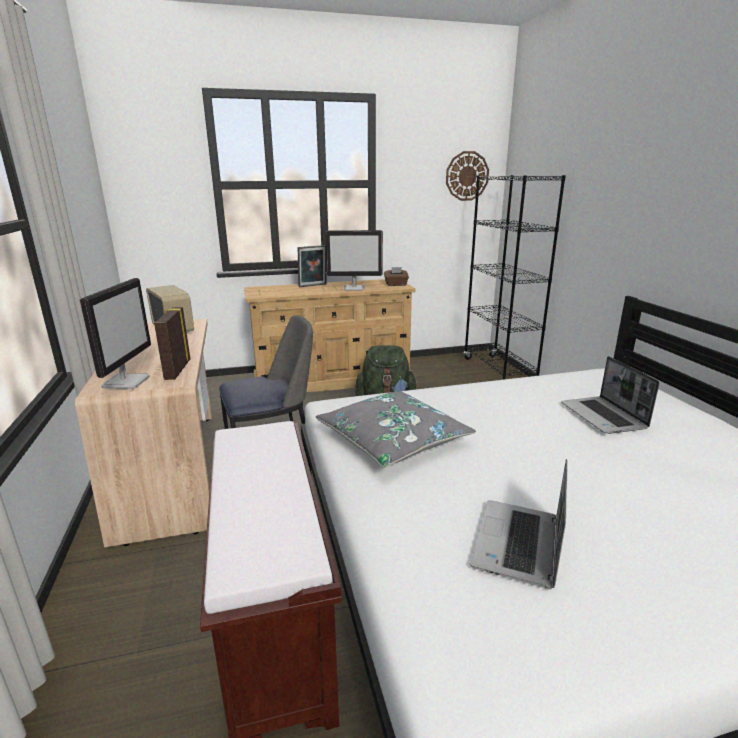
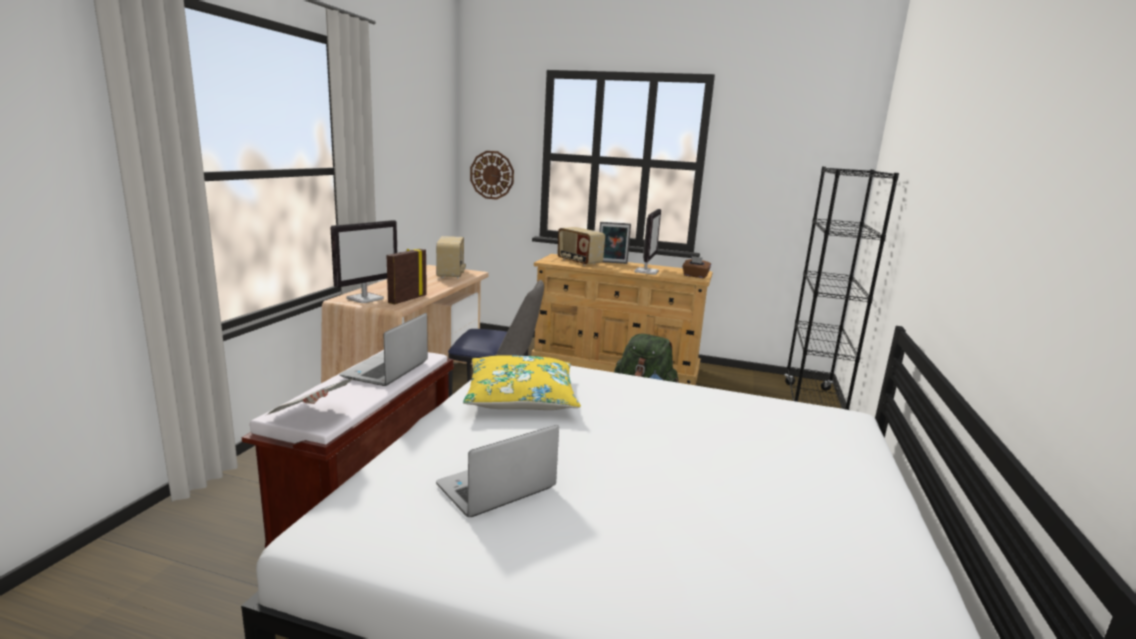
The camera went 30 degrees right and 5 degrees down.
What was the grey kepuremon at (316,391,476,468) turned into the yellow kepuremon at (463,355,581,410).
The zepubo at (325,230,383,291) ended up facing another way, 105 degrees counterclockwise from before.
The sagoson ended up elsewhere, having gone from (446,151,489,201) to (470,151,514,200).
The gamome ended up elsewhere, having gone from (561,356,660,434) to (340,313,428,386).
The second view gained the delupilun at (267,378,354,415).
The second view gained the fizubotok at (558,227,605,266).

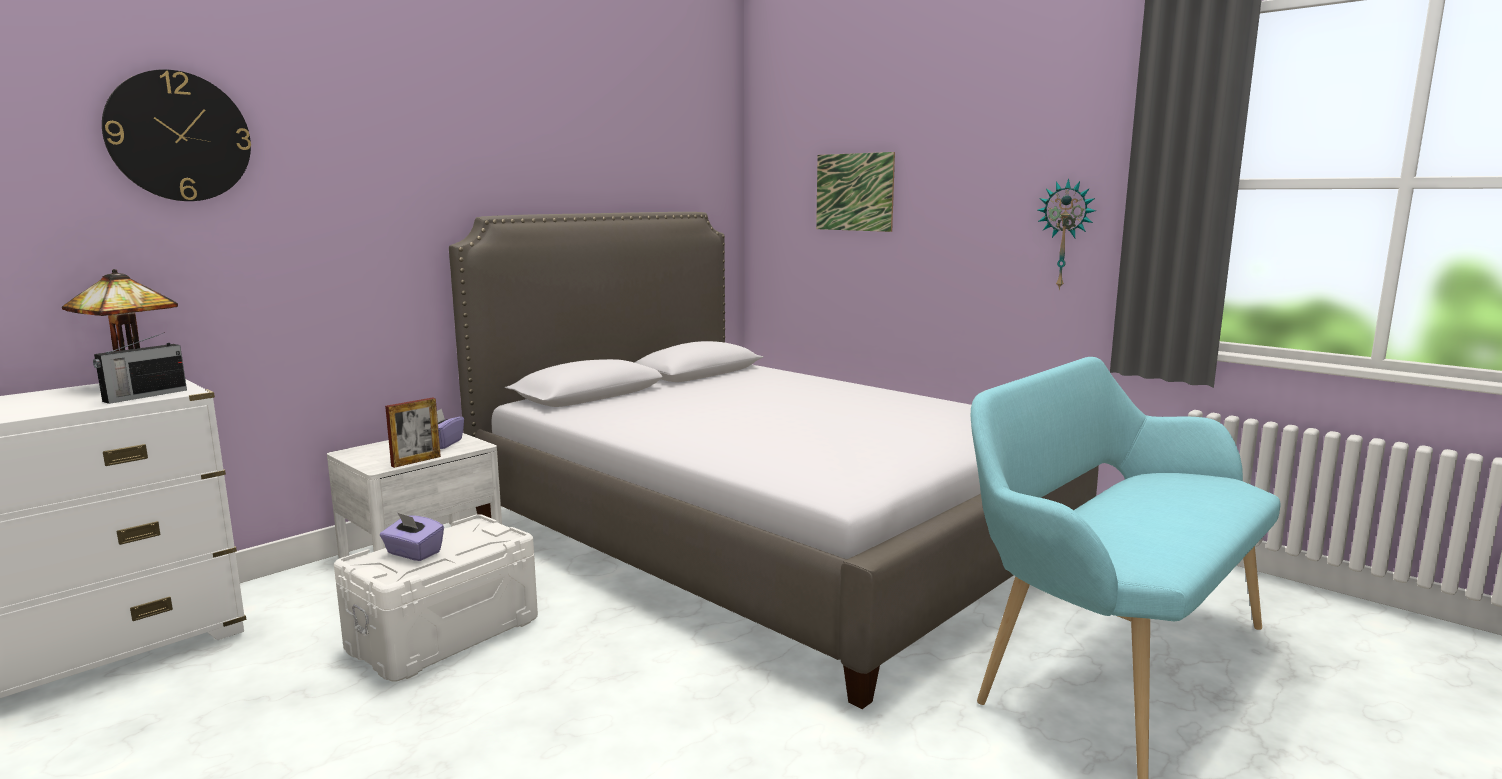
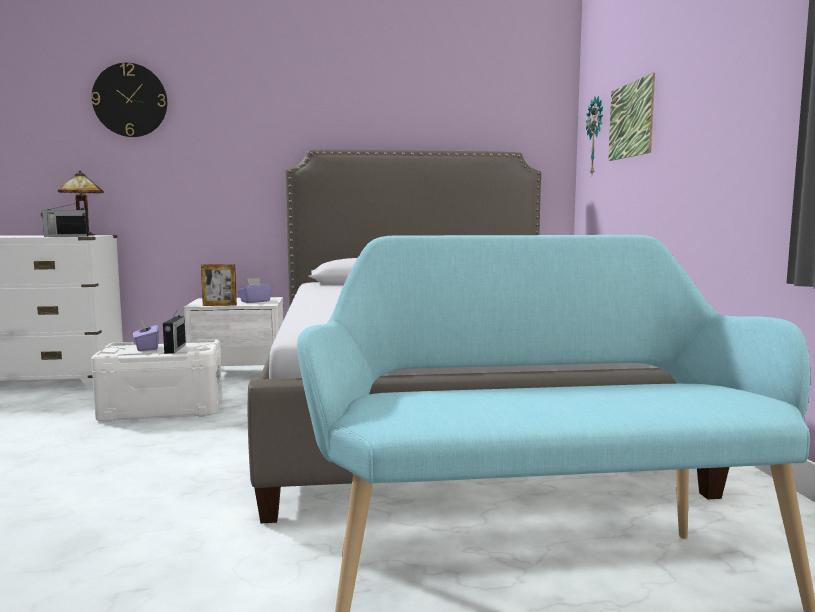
The camera went 40 degrees right and 5 degrees down.
The sagoson ended up elsewhere, having gone from (1038,178,1096,290) to (586,96,603,174).
The second view gained the fizubotok at (163,311,186,354).

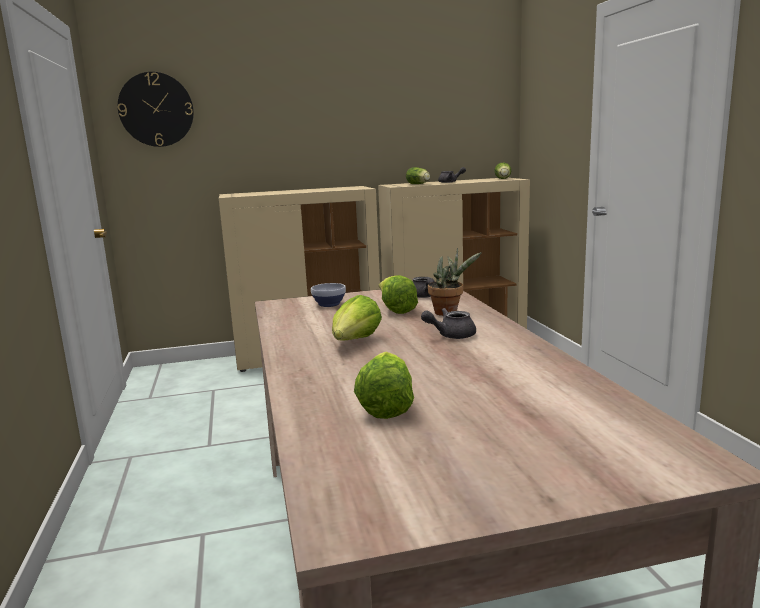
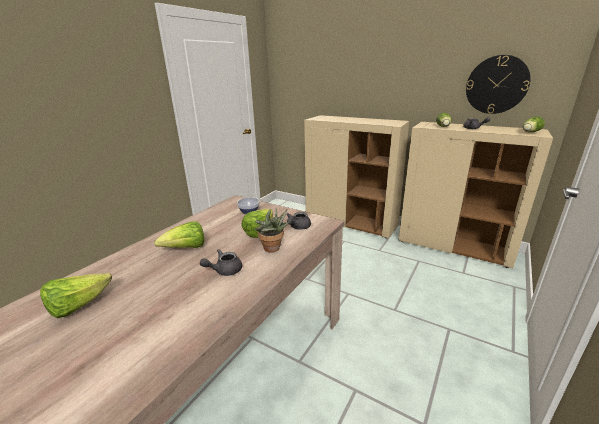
The camera went 45 degrees right and 10 degrees up.
The sagoson ended up elsewhere, having gone from (118,72,194,147) to (466,55,531,114).
The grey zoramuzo at (421,308,476,339) ended up facing another way, 60 degrees counterclockwise from before.

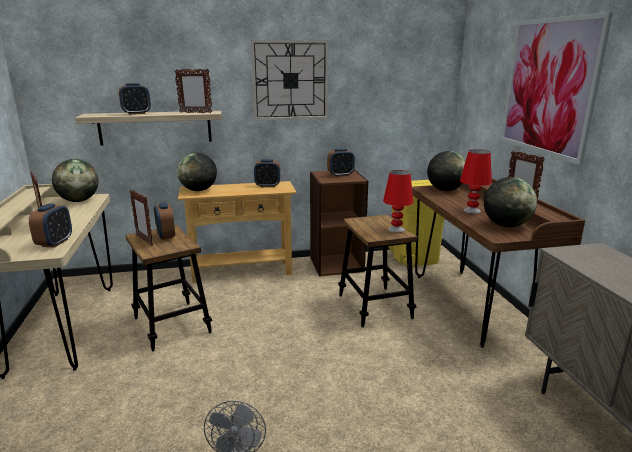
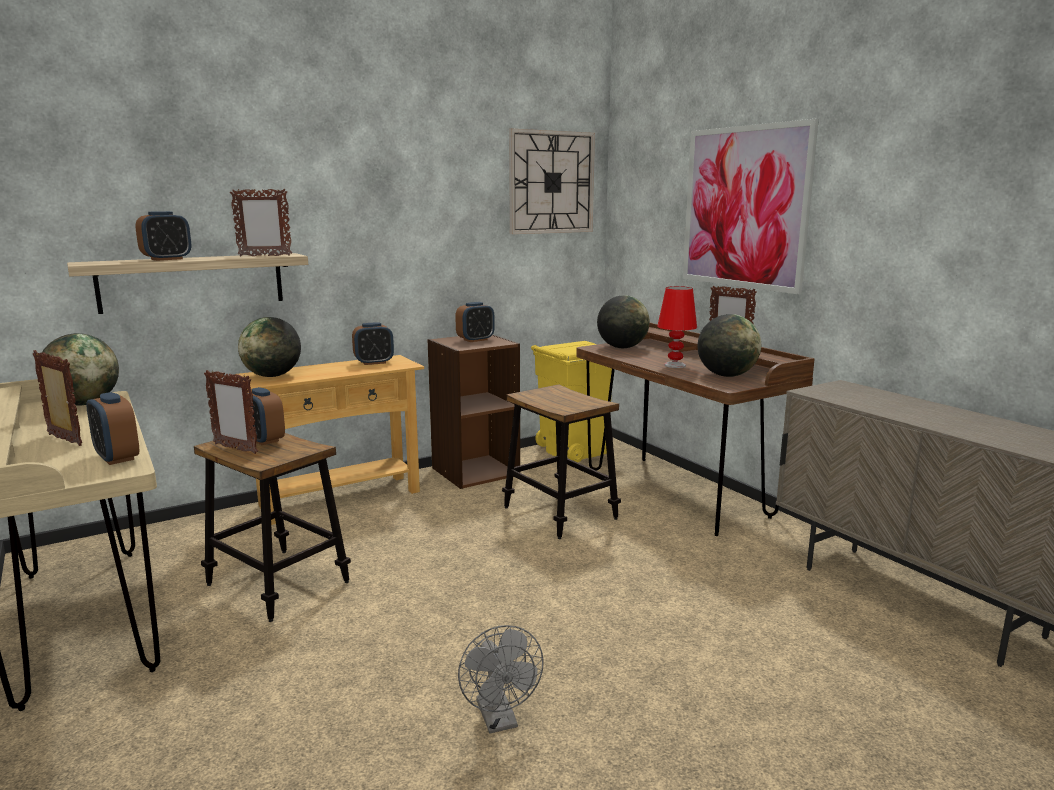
The camera went 20 degrees left and 5 degrees down.
The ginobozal at (29,203,72,248) ended up facing another way, 150 degrees clockwise from before.
The sagoson ended up elsewhere, having gone from (251,40,329,121) to (509,129,595,234).
The second view lost the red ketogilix at (383,170,413,233).

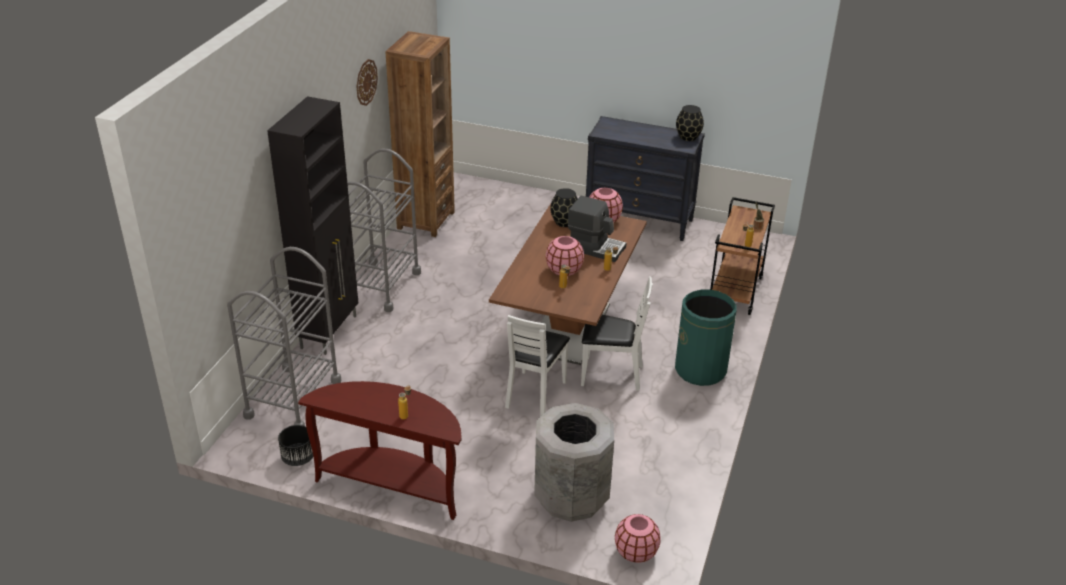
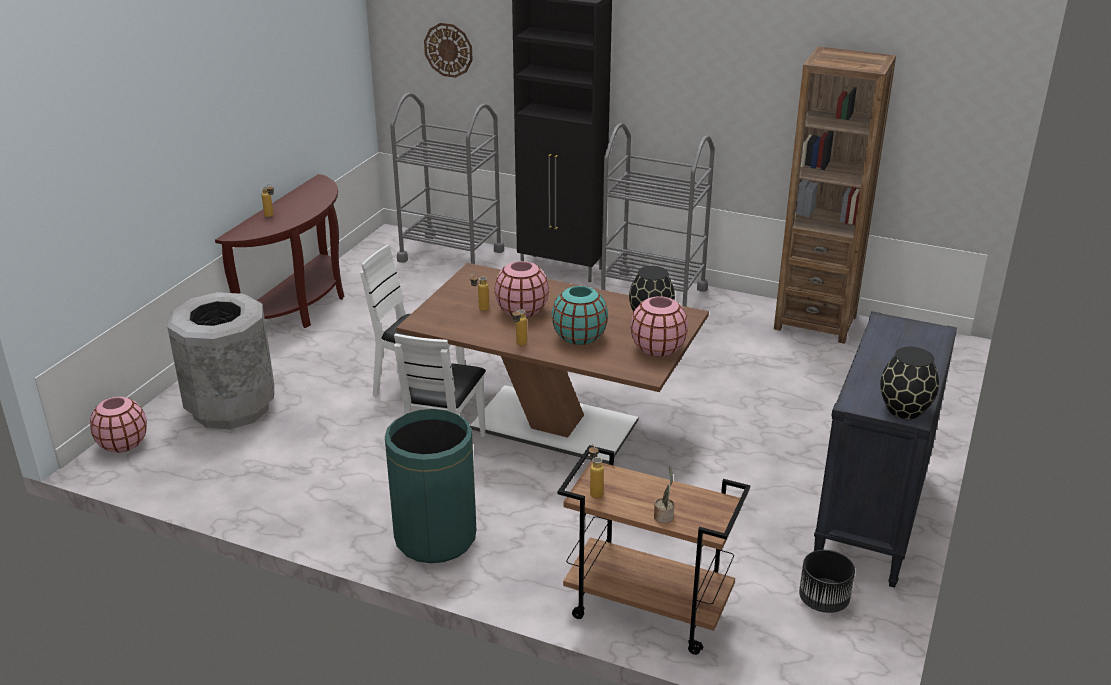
The camera went 95 degrees right and 5 degrees down.
The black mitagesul ended up elsewhere, having gone from (278,425,313,466) to (799,550,855,613).
The sagoson ended up elsewhere, having gone from (356,59,378,106) to (424,23,473,78).
Where the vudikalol stood at (568,196,626,262), the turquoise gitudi came to stand at (552,286,608,345).

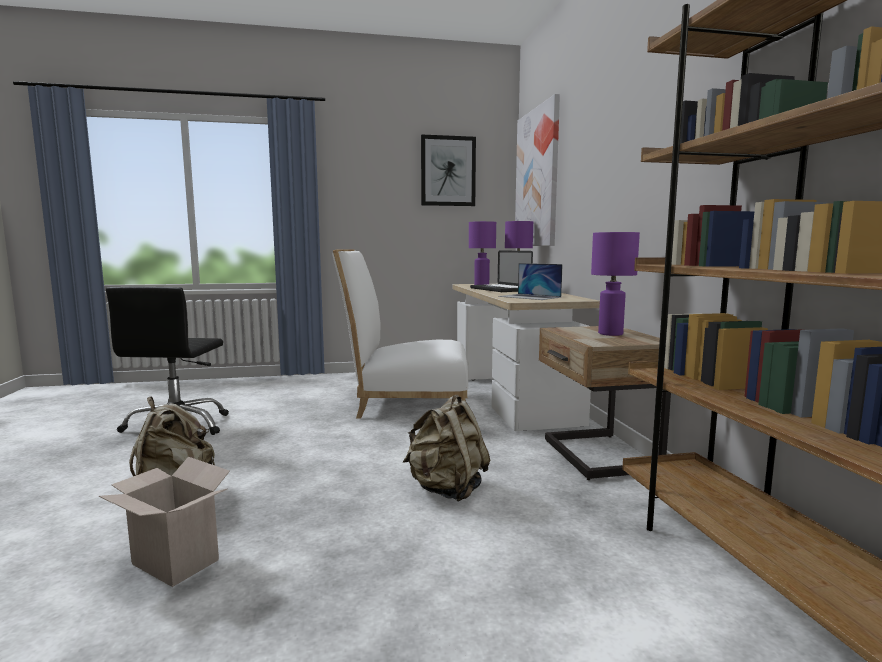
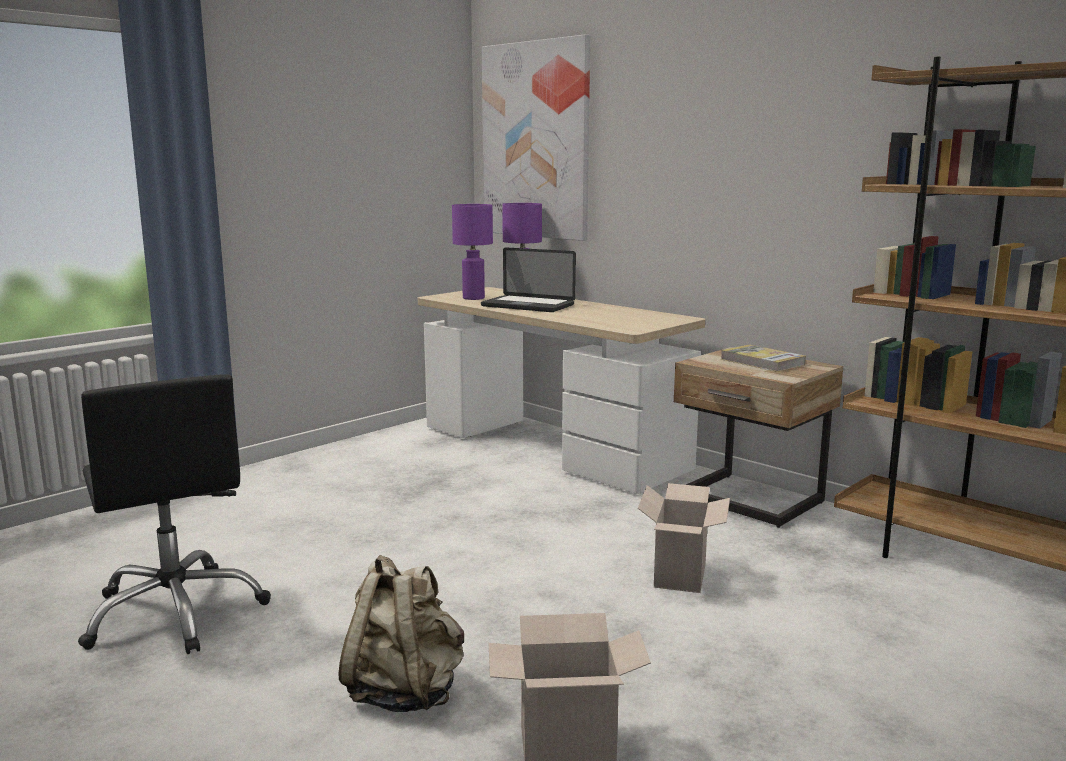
The camera went 35 degrees left and 5 degrees up.
The second view lost the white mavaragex at (332,249,468,419).
Where the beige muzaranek stood at (403,395,490,501), the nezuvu came to stand at (638,483,730,593).
The second view lost the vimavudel at (421,134,476,206).
The second view lost the gamome at (498,263,563,300).
Where the purple ketogilix stood at (591,232,640,336), the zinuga came to stand at (721,345,806,372).

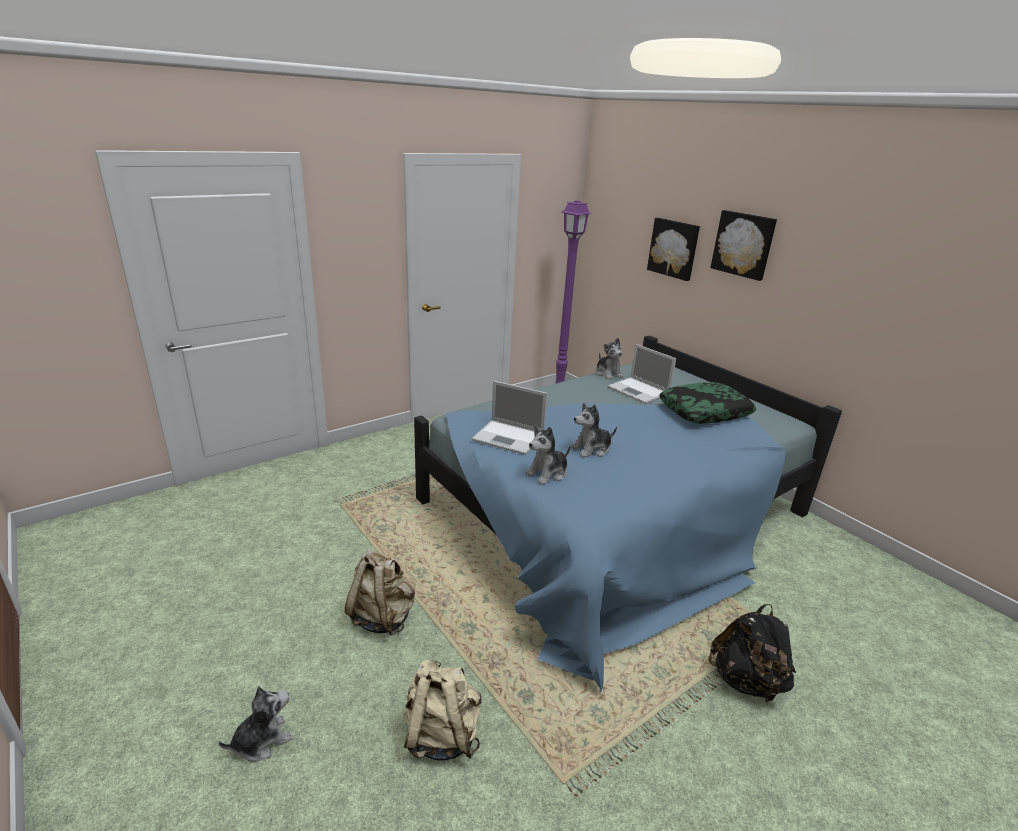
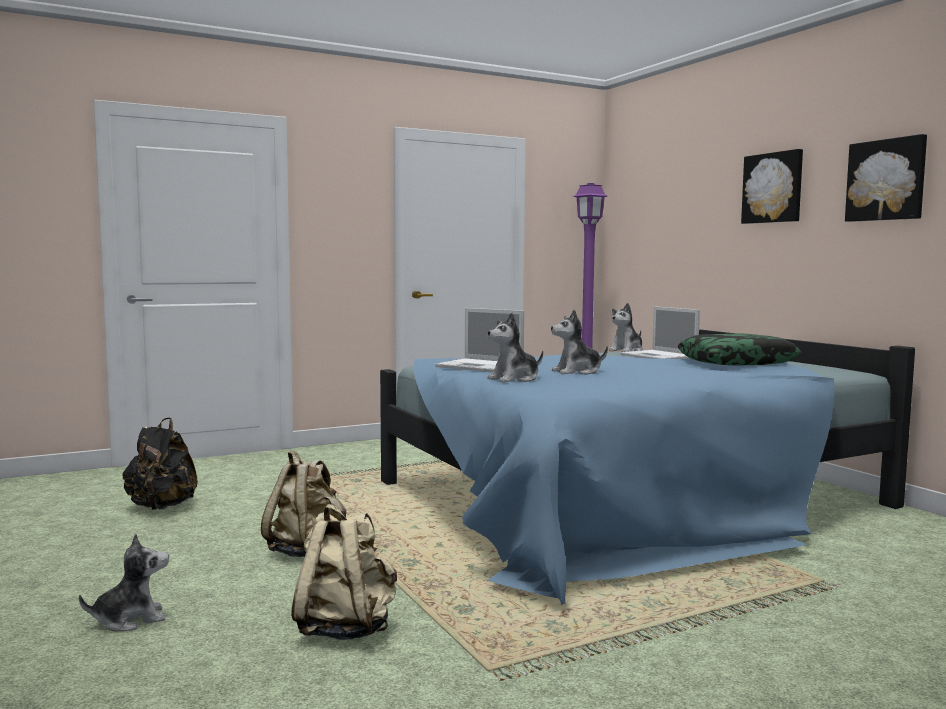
The camera went 10 degrees right and 20 degrees down.
The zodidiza at (596,338,624,380) ended up facing another way, 60 degrees clockwise from before.
The vimavudel ended up elsewhere, having gone from (647,218,700,281) to (845,134,927,222).
The black muzaranek ended up elsewhere, having gone from (708,604,796,704) to (123,418,198,510).

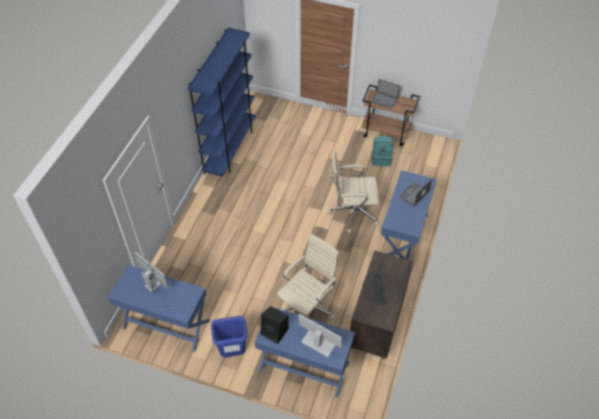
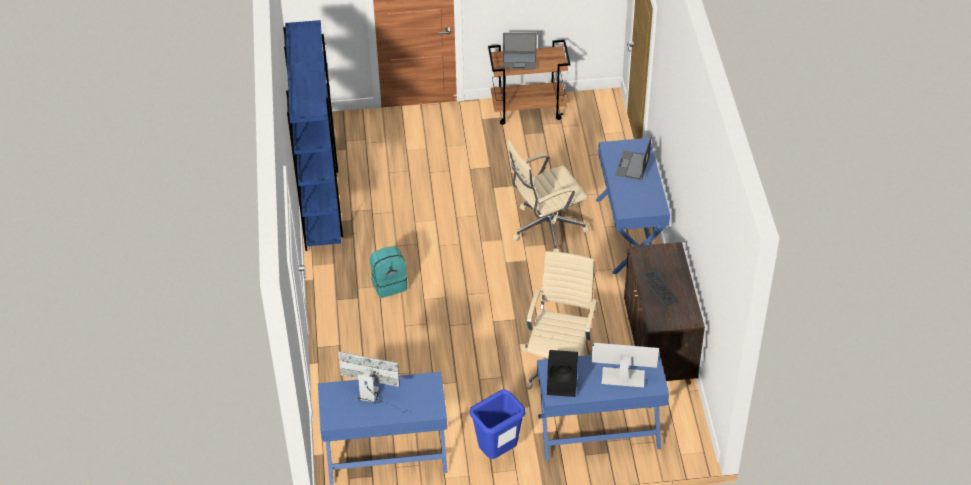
The camera went 25 degrees left and 5 degrees down.
The turquoise muzaranek ended up elsewhere, having gone from (372,136,393,166) to (370,246,407,298).

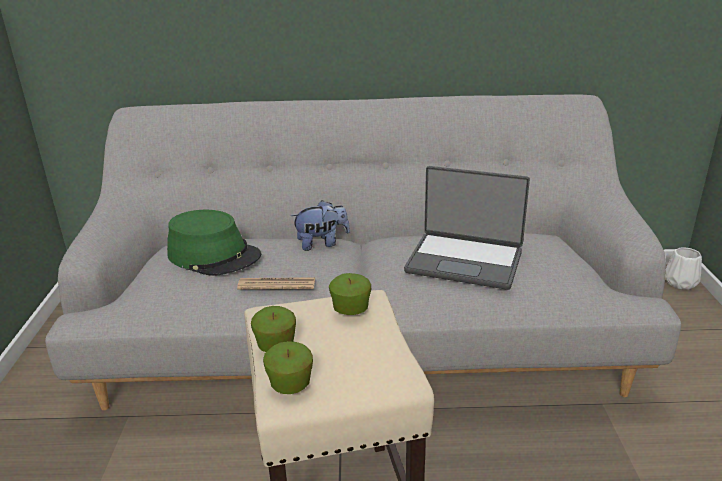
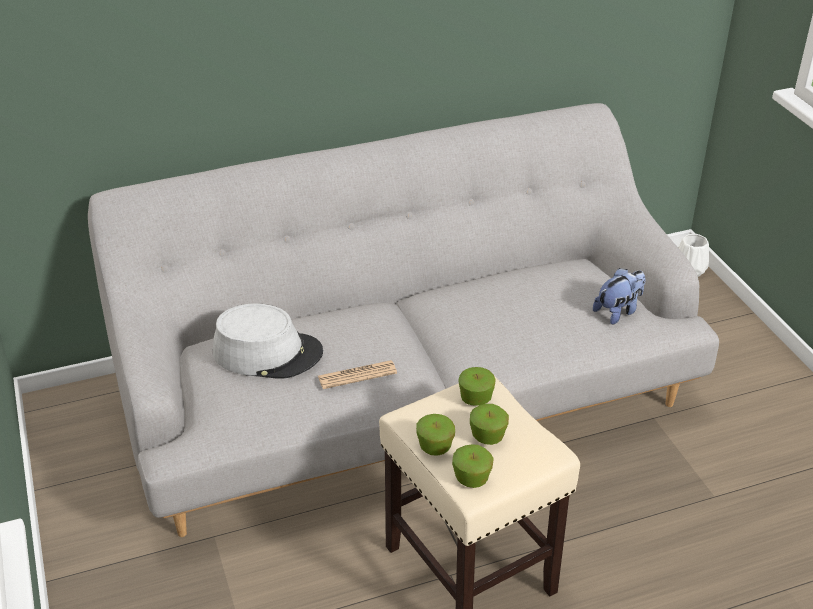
The camera went 20 degrees left and 10 degrees up.
What was the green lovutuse at (167,210,261,276) turned into the grey lovutuse at (213,303,323,379).
The zodidiza ended up elsewhere, having gone from (291,200,350,251) to (593,268,645,325).
The second view lost the gamome at (404,166,530,290).
The second view gained the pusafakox at (470,404,509,445).

